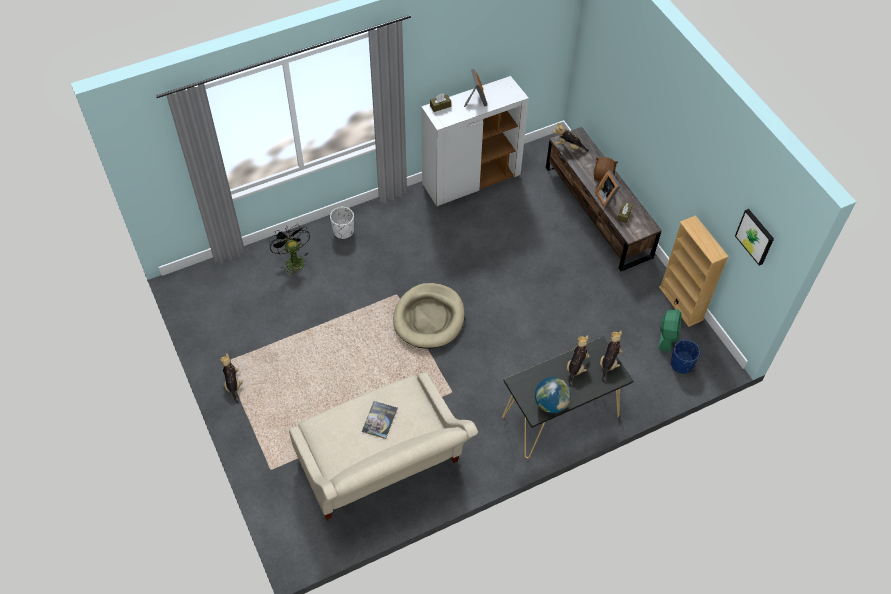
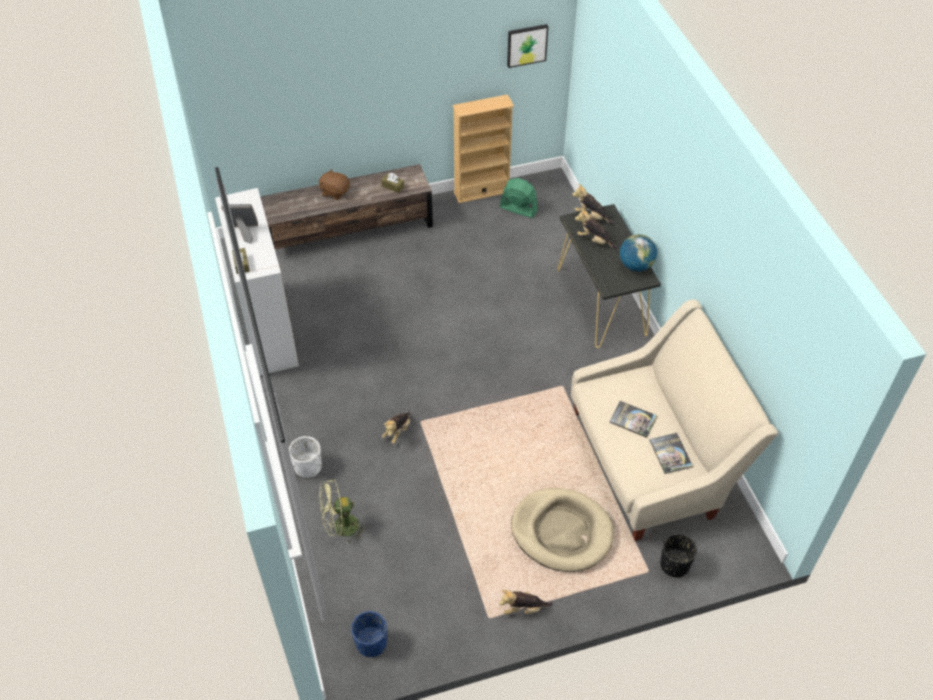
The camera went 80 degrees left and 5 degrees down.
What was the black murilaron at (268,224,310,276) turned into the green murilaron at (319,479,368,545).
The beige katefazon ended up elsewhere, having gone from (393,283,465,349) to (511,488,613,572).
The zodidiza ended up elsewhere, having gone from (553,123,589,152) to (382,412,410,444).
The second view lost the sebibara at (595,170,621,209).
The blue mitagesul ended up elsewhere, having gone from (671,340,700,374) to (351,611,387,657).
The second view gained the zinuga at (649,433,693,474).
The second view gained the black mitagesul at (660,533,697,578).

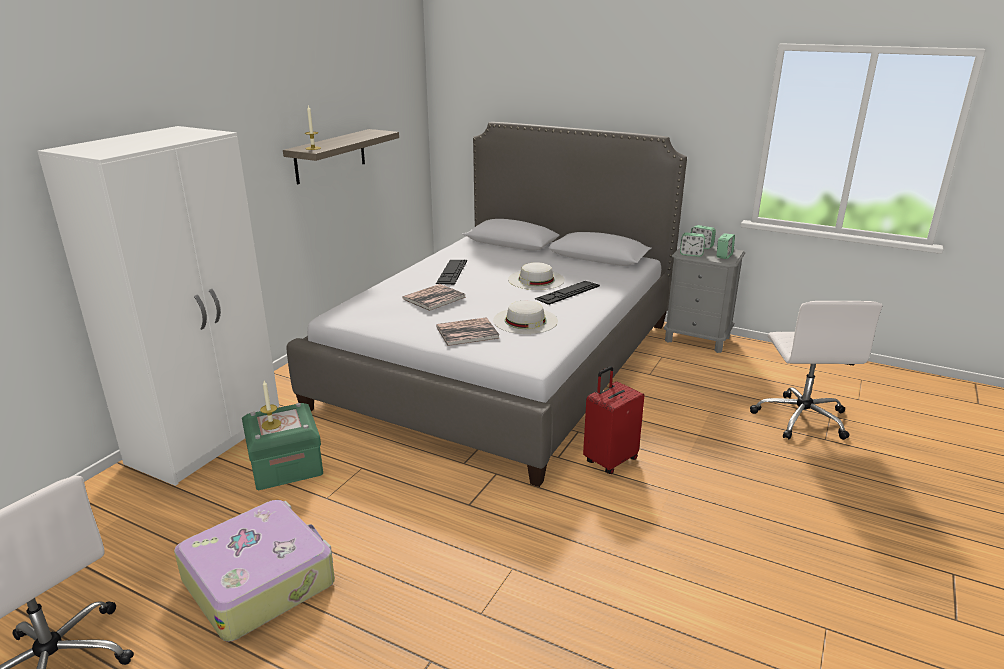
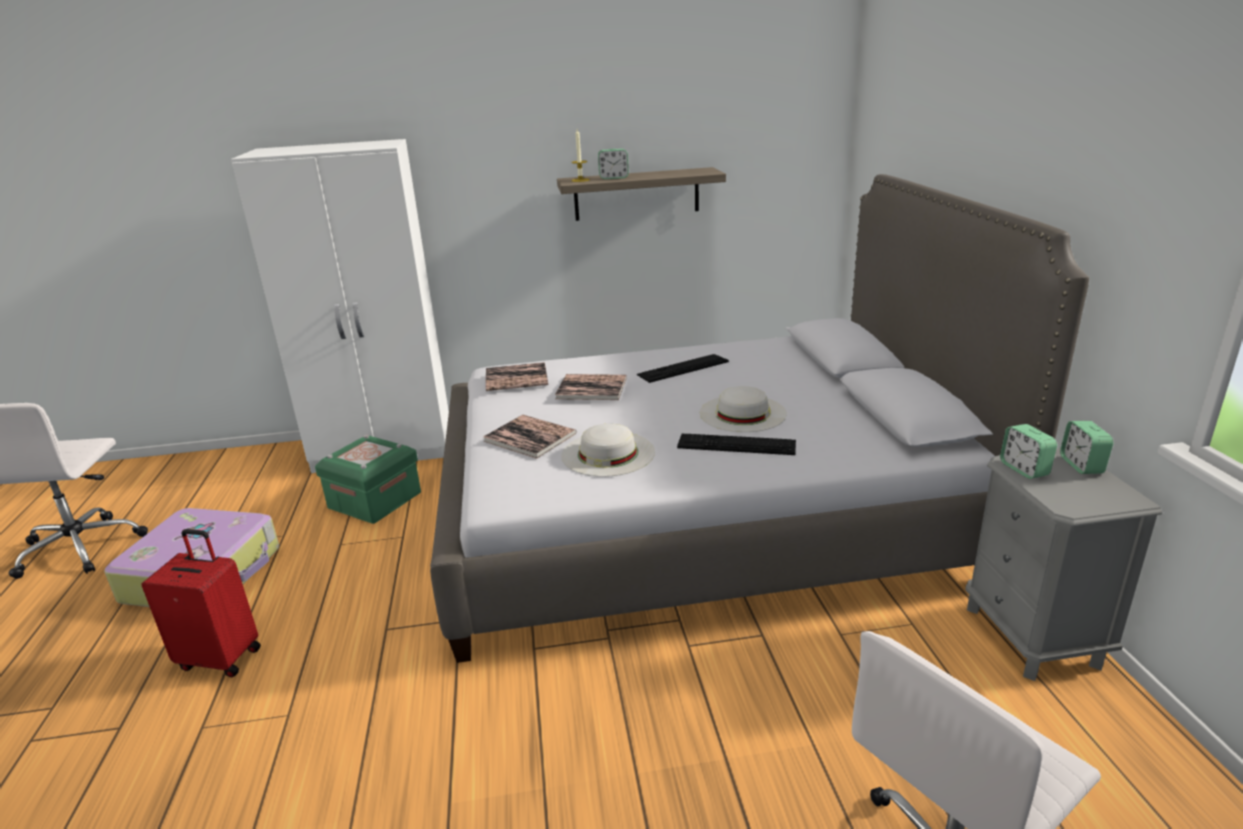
The camera went 55 degrees right and 0 degrees up.
The second view lost the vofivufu at (260,381,281,430).
The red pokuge ended up elsewhere, having gone from (583,366,644,474) to (142,529,261,677).
The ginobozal ended up elsewhere, having gone from (716,233,735,259) to (598,149,629,179).
The second view gained the zinuga at (486,362,548,391).

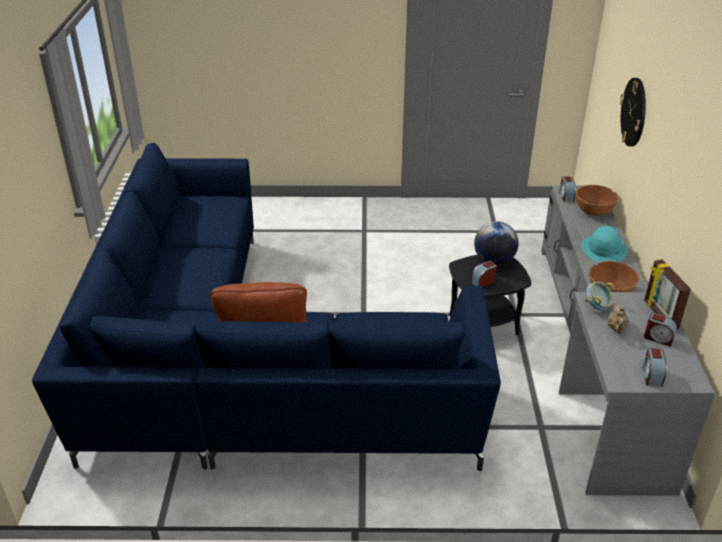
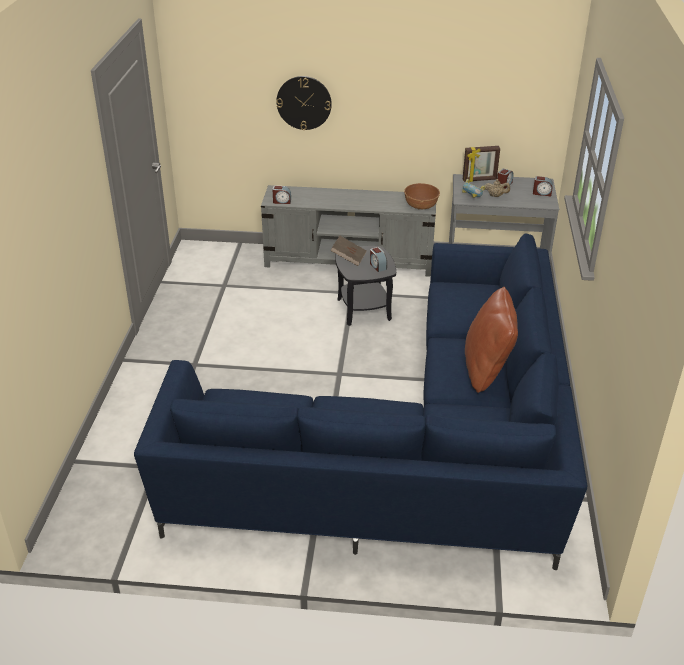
The camera went 85 degrees left and 0 degrees up.
Where the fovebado stood at (474,221,519,265), the brown zinuga came to stand at (330,235,367,266).
The second view lost the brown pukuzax at (576,185,619,215).
The second view lost the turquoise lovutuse at (581,226,628,262).

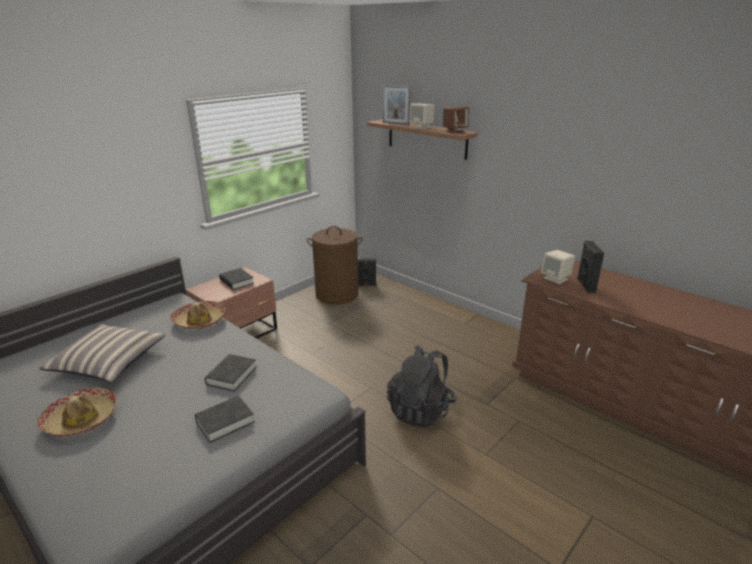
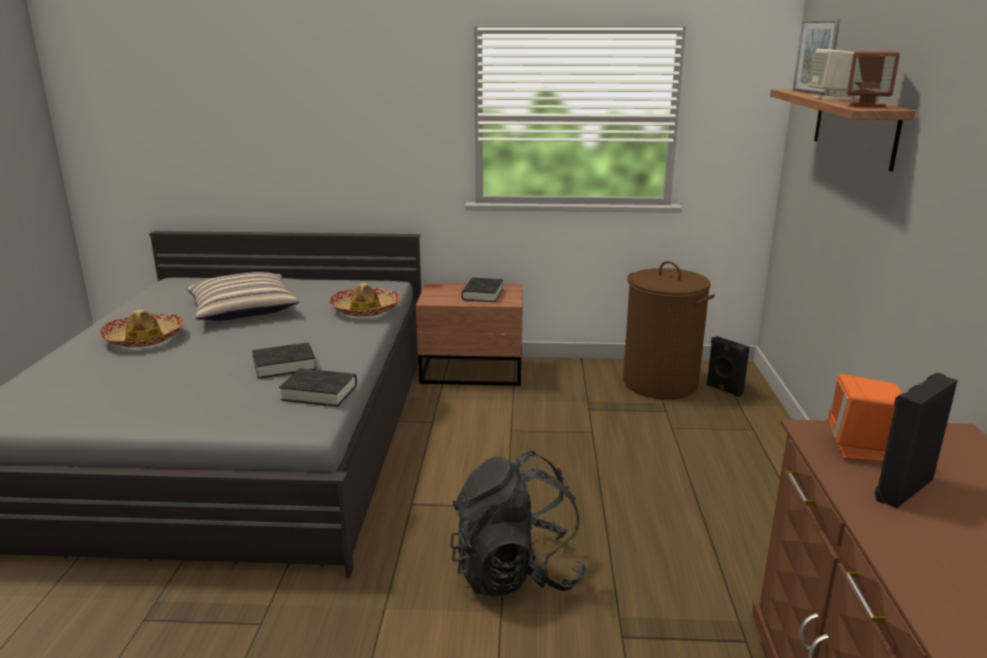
The camera went 50 degrees right and 5 degrees down.
The black zinuga ended up elsewhere, having gone from (194,396,255,443) to (279,368,357,407).
What was the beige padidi at (541,250,575,284) turned into the orange padidi at (826,374,903,462).

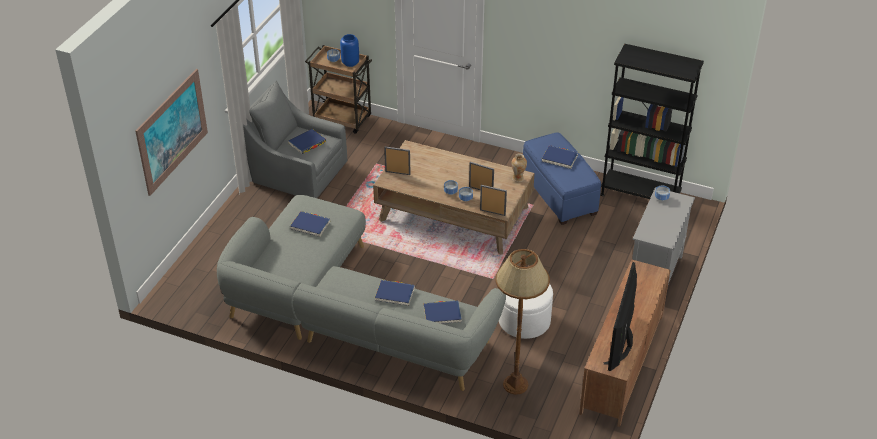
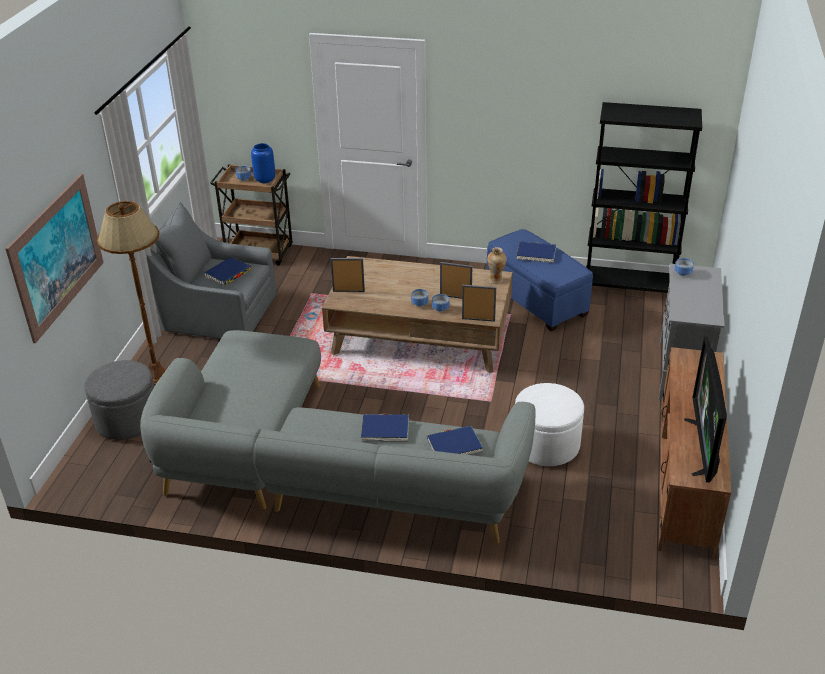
The camera went 10 degrees left and 5 degrees down.
The second view lost the blue zinuga at (290,211,331,237).
The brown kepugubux ended up elsewhere, having gone from (496,249,550,395) to (97,201,167,385).
The second view gained the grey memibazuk at (84,360,154,440).

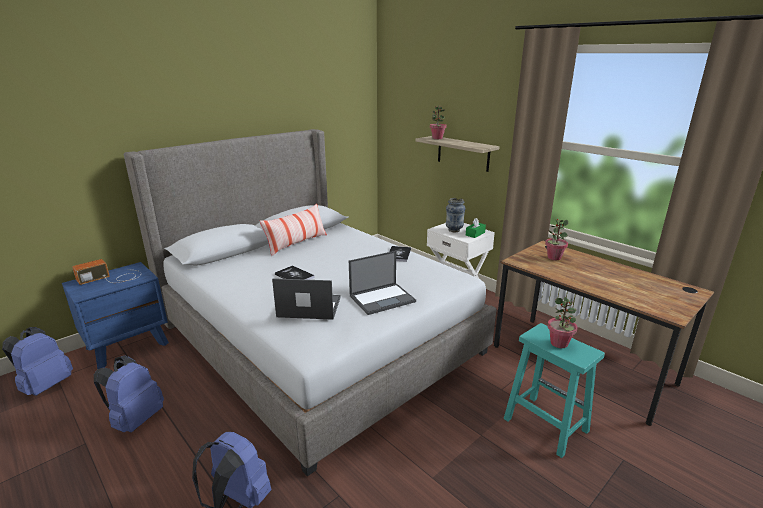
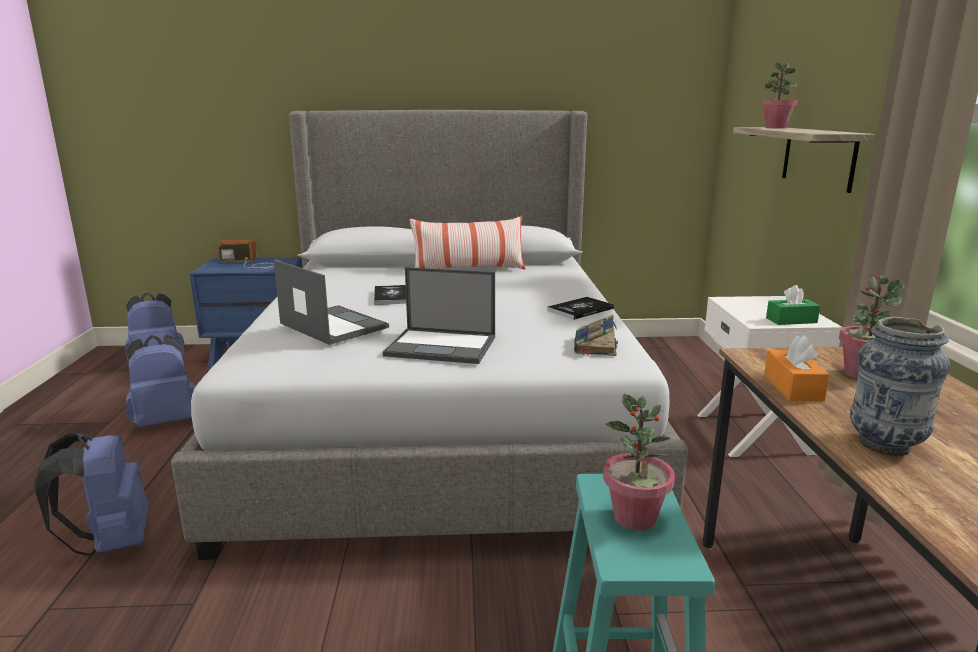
The camera went 40 degrees right and 5 degrees down.
The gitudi ended up elsewhere, having gone from (446,198,466,232) to (850,317,950,456).
The second view gained the zinuga at (574,315,618,356).
The second view gained the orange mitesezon at (764,335,830,401).

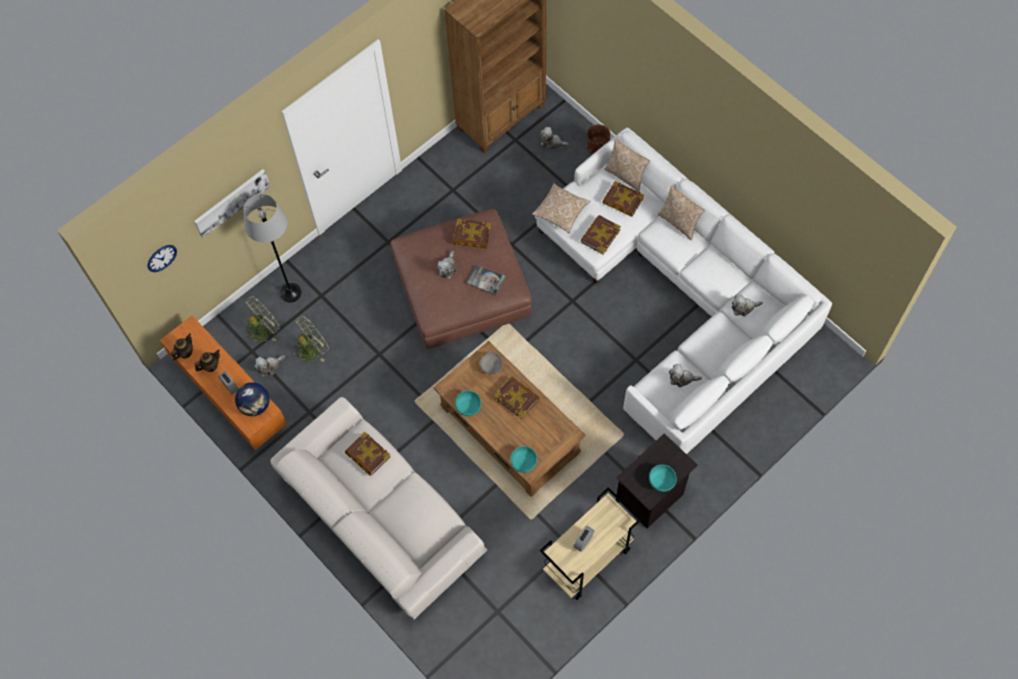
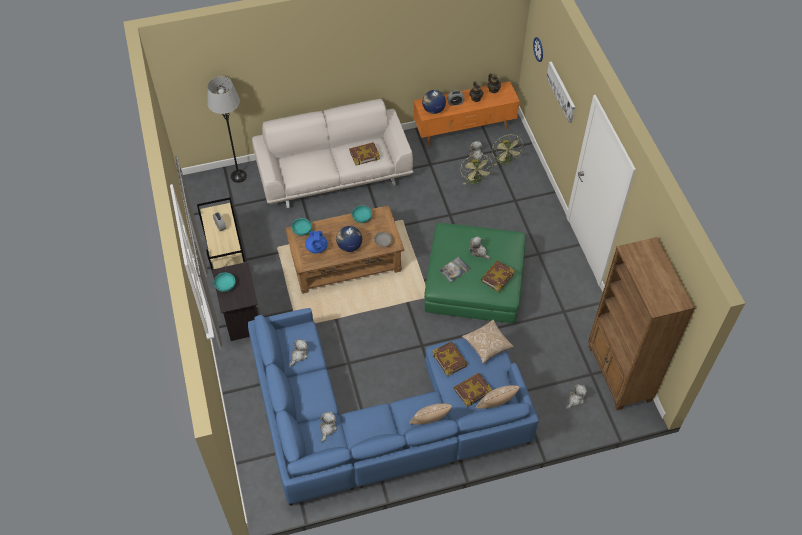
The camera went 115 degrees right and 10 degrees down.
The grey kepugubux ended up elsewhere, having gone from (244,194,301,302) to (207,77,247,183).
What was the brown memibazuk at (390,209,532,349) turned into the green memibazuk at (424,223,526,323).
Where the zinuga stood at (494,377,540,419), the fovebado came to stand at (336,226,362,252).
What was the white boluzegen at (535,127,832,454) turned into the blue boluzegen at (248,308,539,506).
The second view lost the brown mitagesul at (587,124,611,155).
The second view gained the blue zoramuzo at (305,231,328,253).

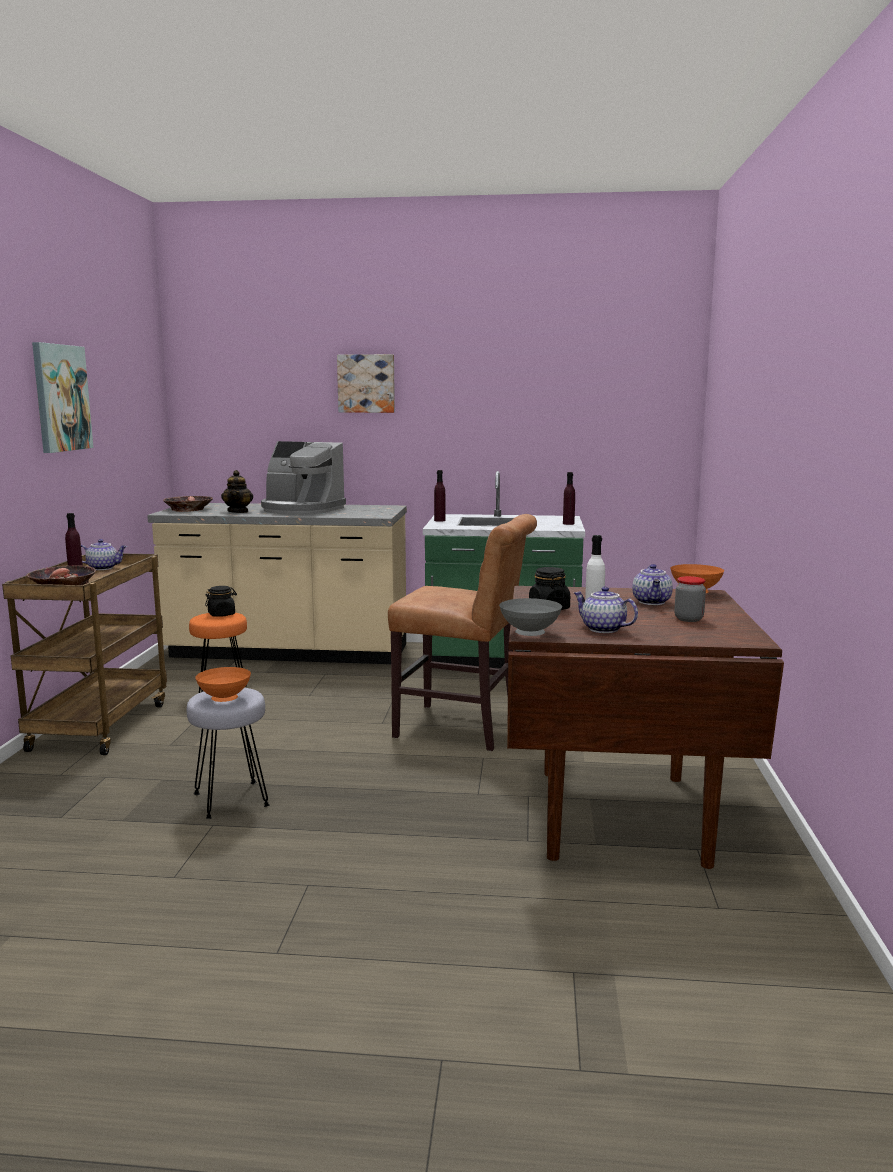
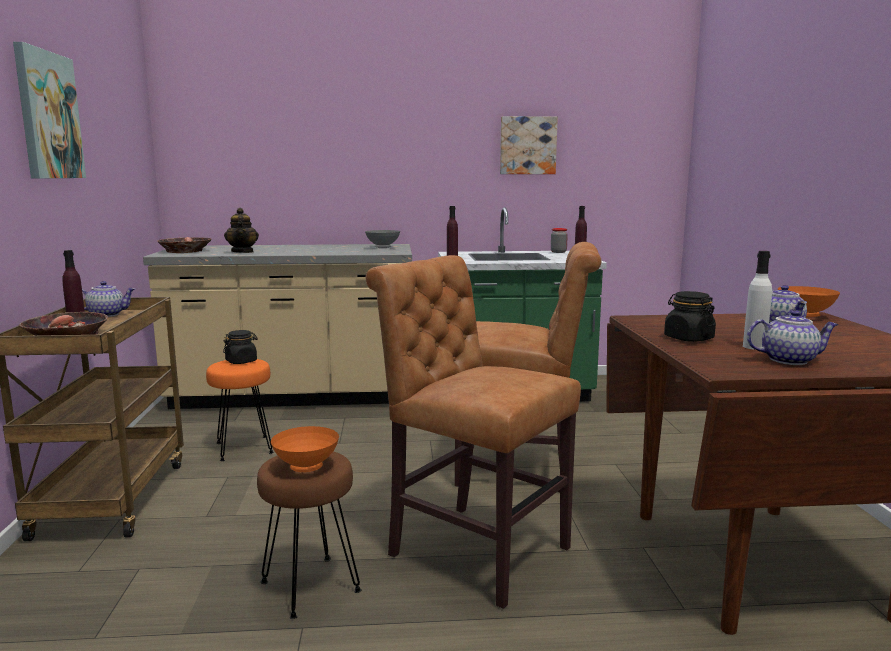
The camera went 10 degrees left and 0 degrees up.
What was the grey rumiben at (187,688,270,819) turned into the brown rumiben at (257,451,362,619).
The second view lost the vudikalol at (261,441,346,515).
The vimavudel ended up elsewhere, having gone from (337,354,395,413) to (500,116,558,174).
The grey pukuzax ended up elsewhere, having gone from (499,598,562,636) to (365,230,400,248).
The zoramuzo at (574,586,638,633) ended up facing another way, 150 degrees clockwise from before.
The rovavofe ended up elsewhere, having gone from (674,576,706,622) to (551,228,568,253).
The second view gained the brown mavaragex at (366,255,581,609).

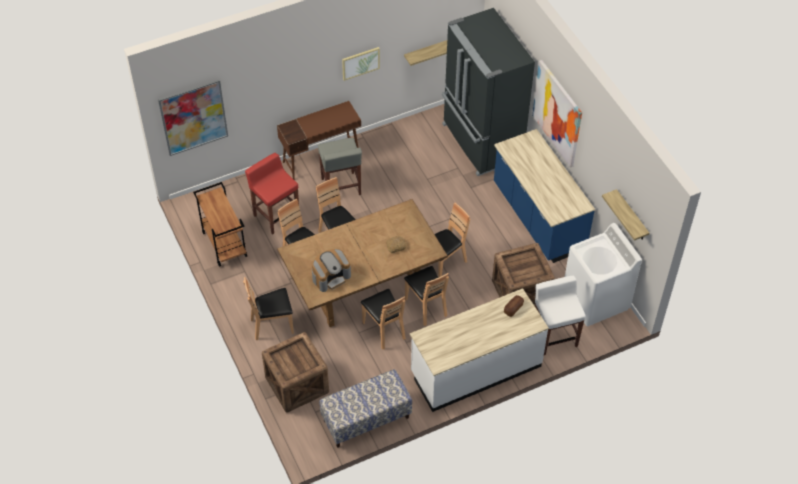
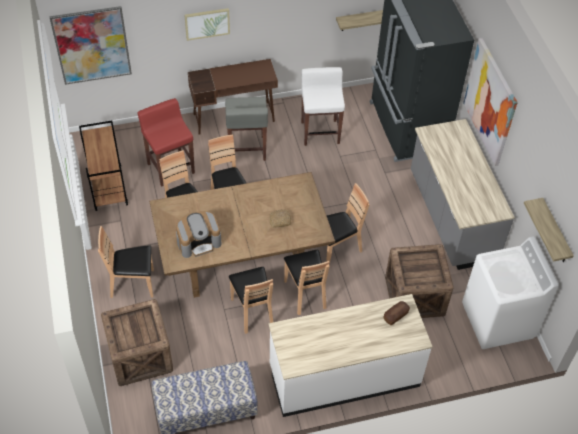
The camera went 10 degrees right and 0 degrees up.
The vimavudel ended up elsewhere, having gone from (342,47,380,81) to (184,8,230,41).
What was the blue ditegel at (494,129,595,263) turned into the grey ditegel at (411,119,515,270).
The white rumiben ended up elsewhere, having gone from (535,276,586,355) to (301,67,345,146).

